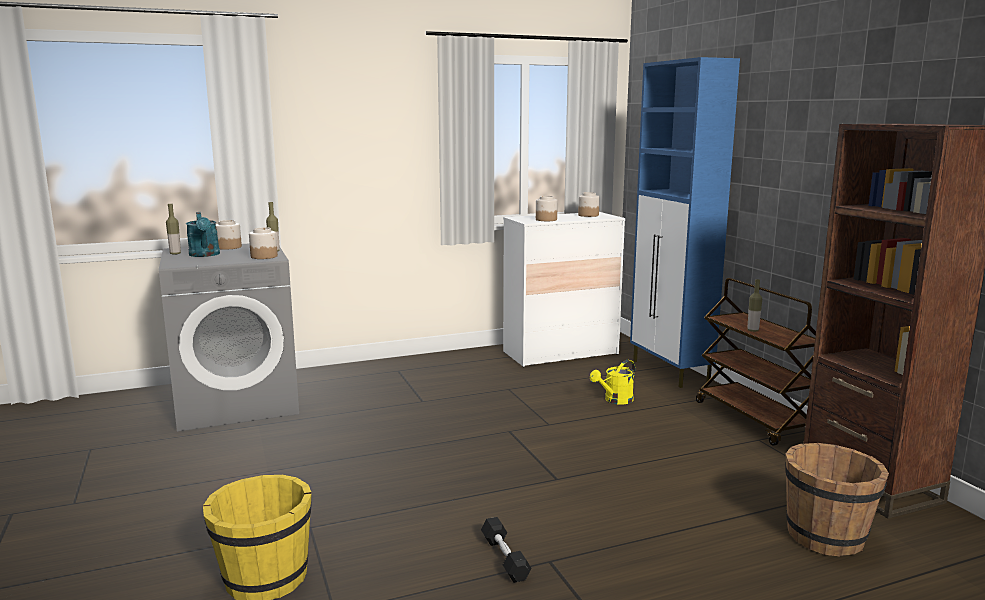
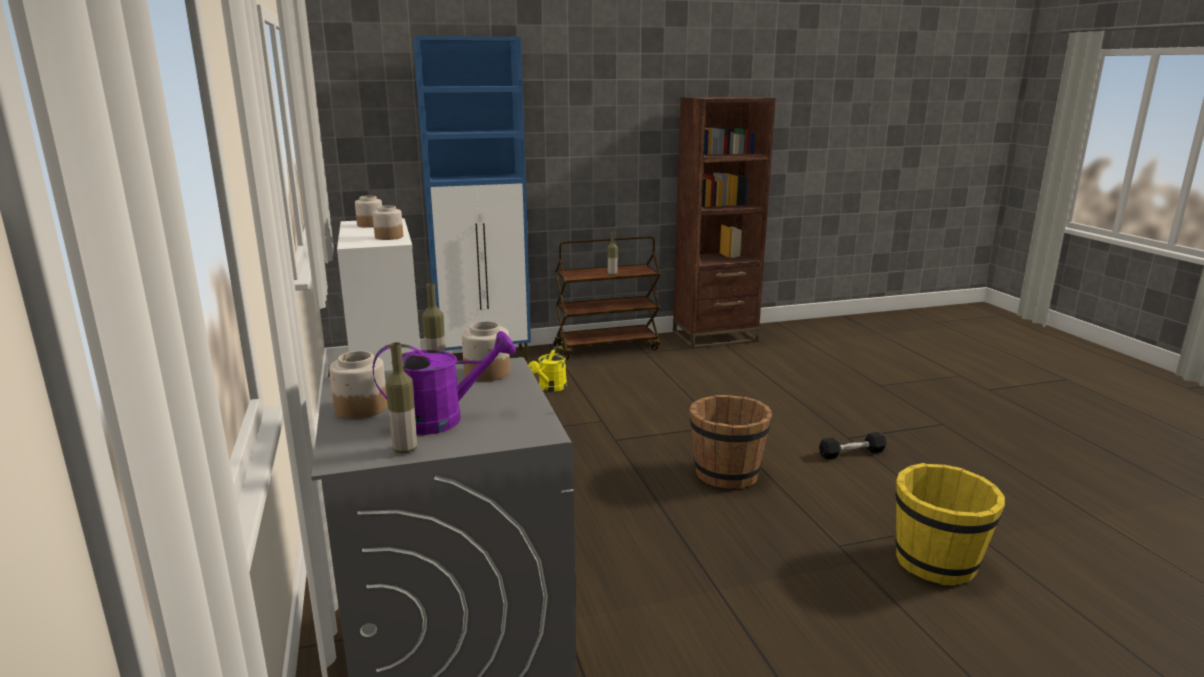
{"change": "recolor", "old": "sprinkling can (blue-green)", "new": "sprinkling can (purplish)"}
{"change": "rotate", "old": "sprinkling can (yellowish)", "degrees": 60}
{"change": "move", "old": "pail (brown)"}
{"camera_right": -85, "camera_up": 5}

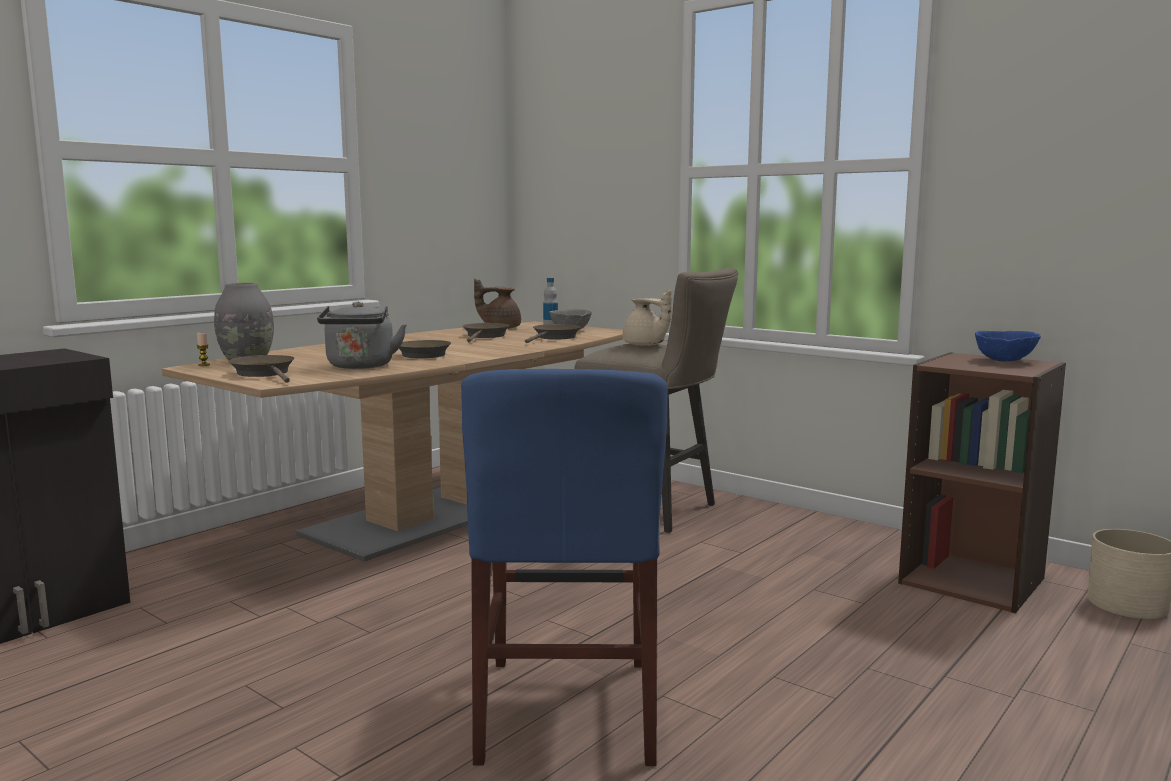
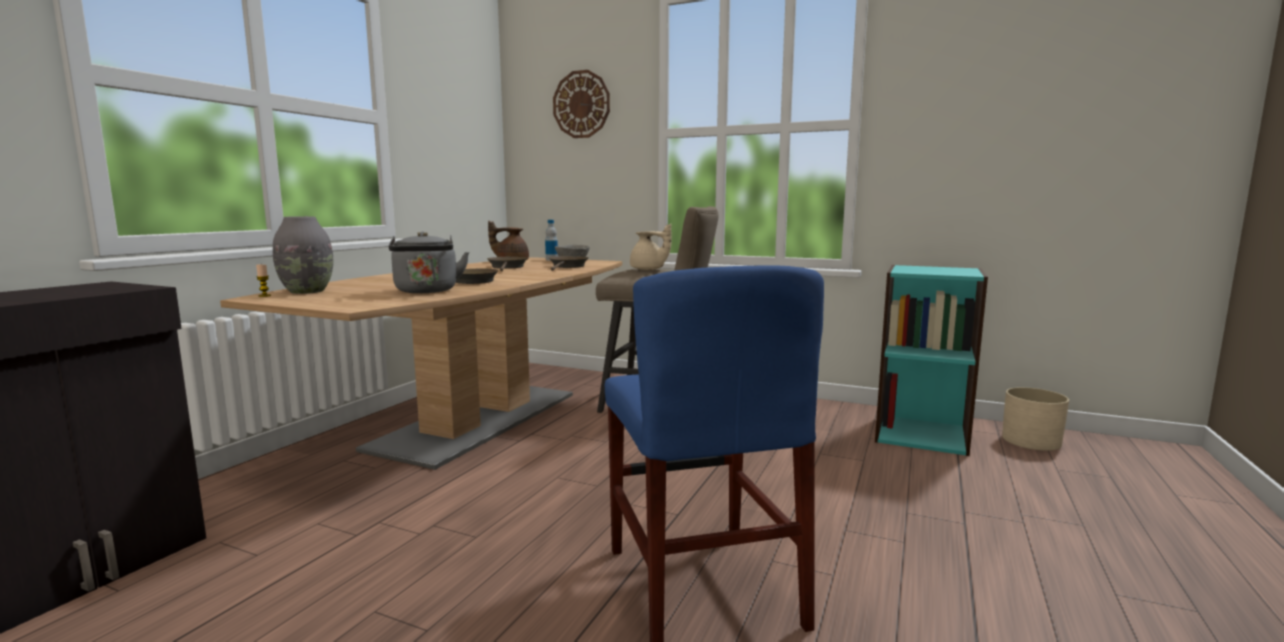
{"change": "delete", "old": "frying pan (brown) (1st from left)"}
{"change": "recolor", "old": "shelving unit (brown)", "new": "shelving unit (blue-green)"}
{"change": "delete", "old": "serving bowl (blue)"}
{"change": "insert", "new": "clock on the wall"}
{"camera_right": -15, "camera_up": 0}

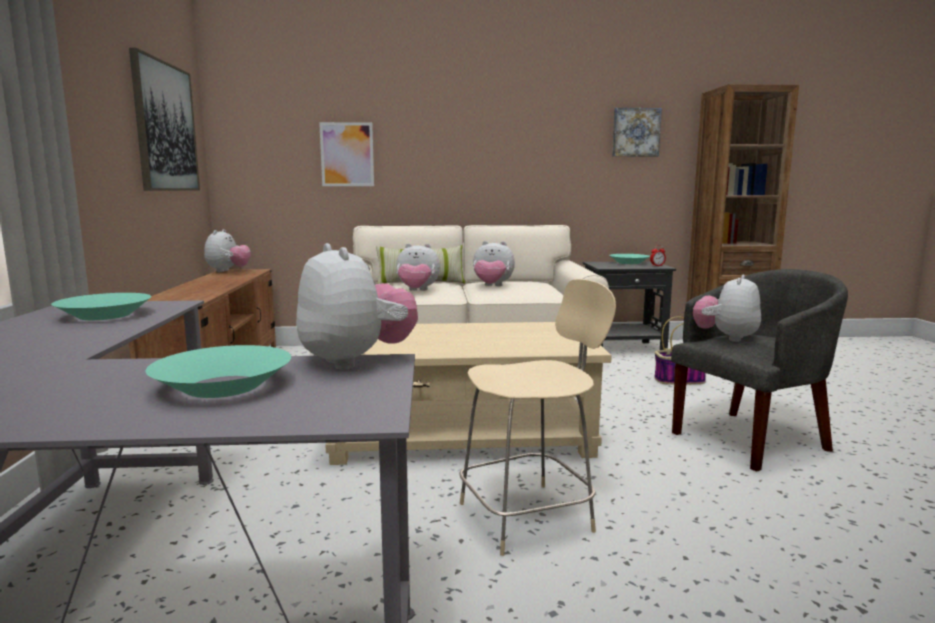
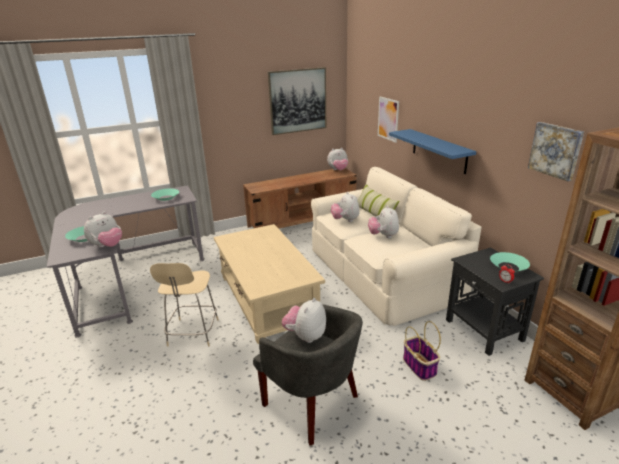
{"change": "rotate", "old": "upright chair (sand-coloured)", "degrees": 45}
{"change": "rotate", "old": "cuddly toy (5th from left in the first image)", "degrees": -75}
{"change": "insert", "new": "shelf (blue)"}
{"camera_right": 70, "camera_up": 15}

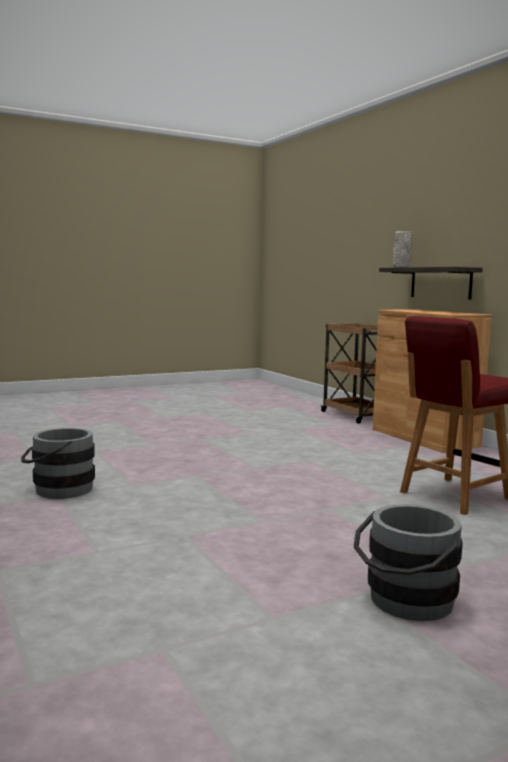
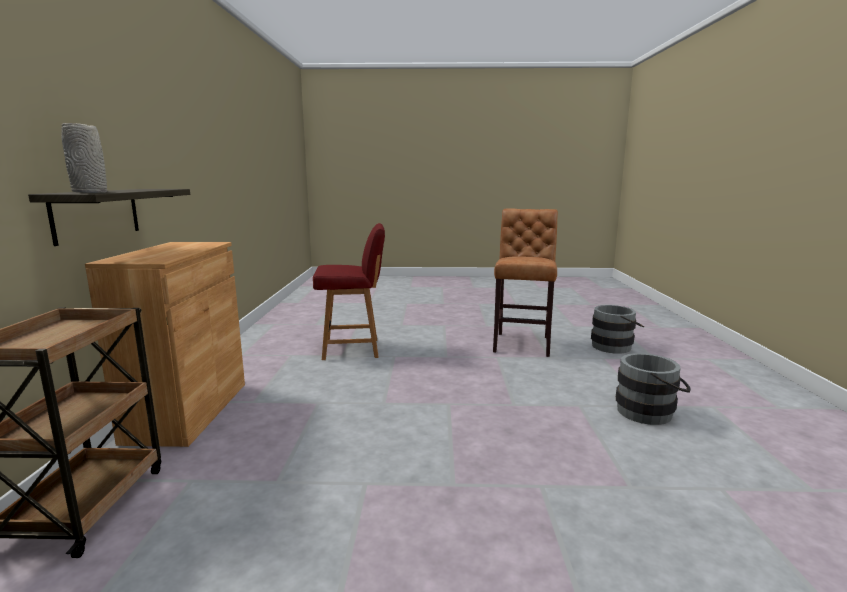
{"change": "move", "old": "pail (gray) (2nd from left in the first image)", "new": "pail (gray) (1st from left)"}
{"change": "insert", "new": "stool (brown)"}
{"camera_right": -150, "camera_up": 5}

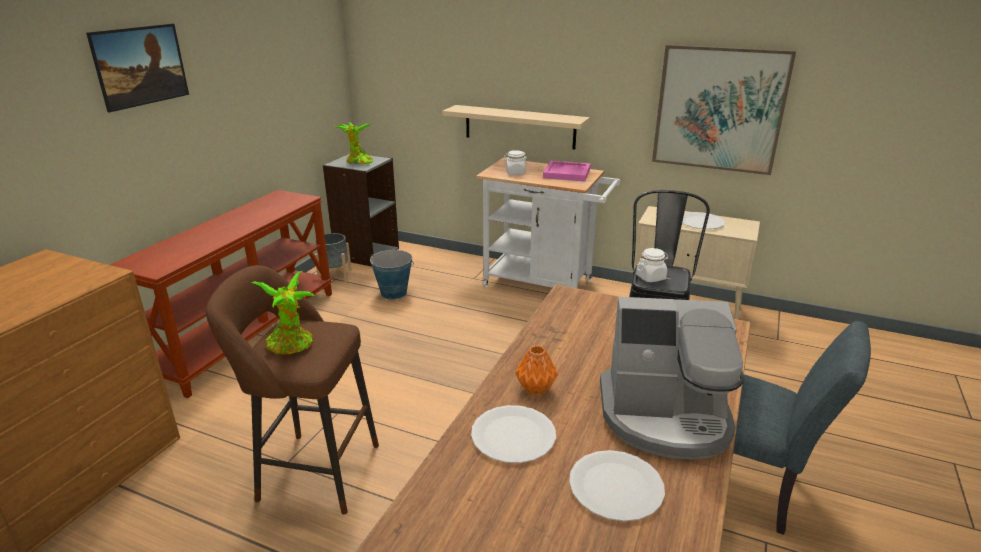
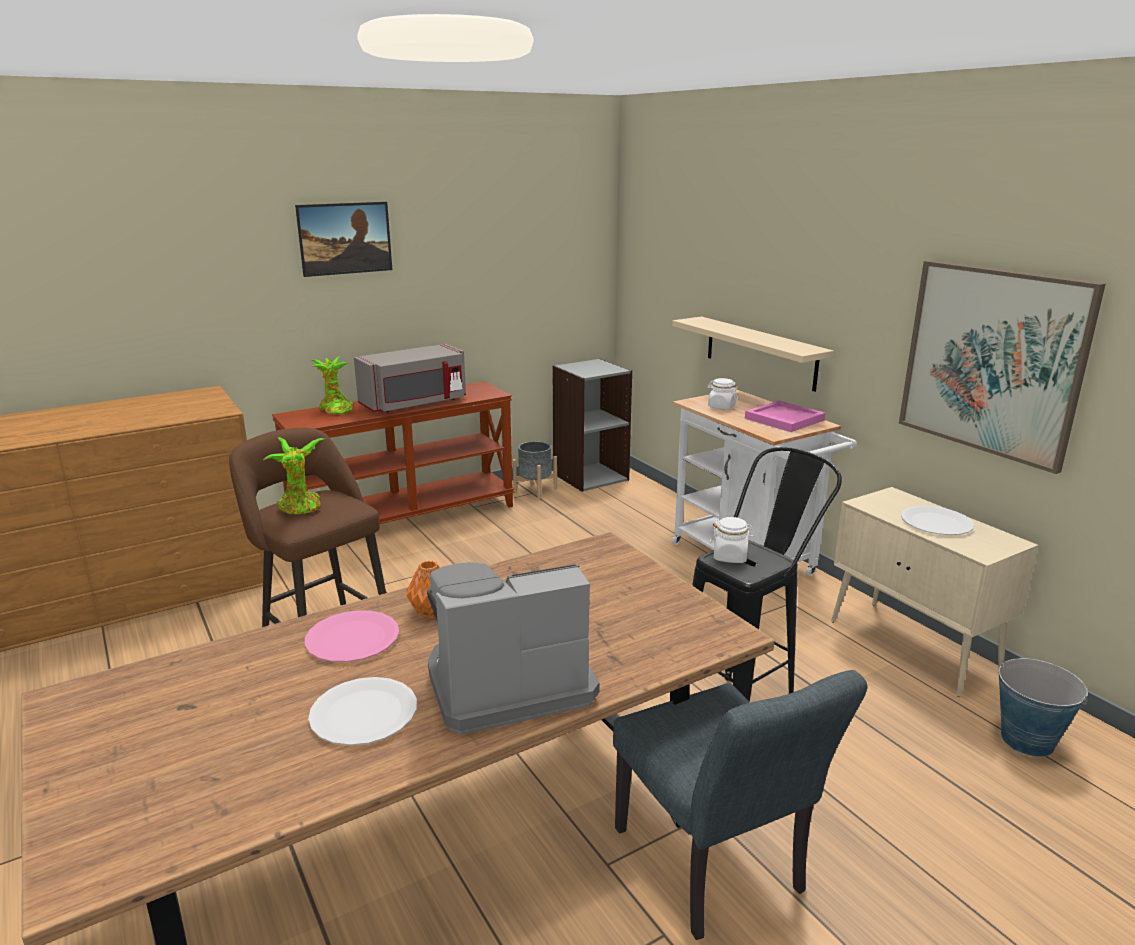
{"change": "move", "old": "plant in a pot (2nd from left)"}
{"change": "move", "old": "pail"}
{"change": "recolor", "old": "plate (whitish) (1st from left)", "new": "plate (pink-coloured)"}
{"change": "rotate", "old": "coffee machine", "degrees": 120}
{"change": "insert", "new": "microwave (gray)"}
{"camera_right": 35, "camera_up": -5}

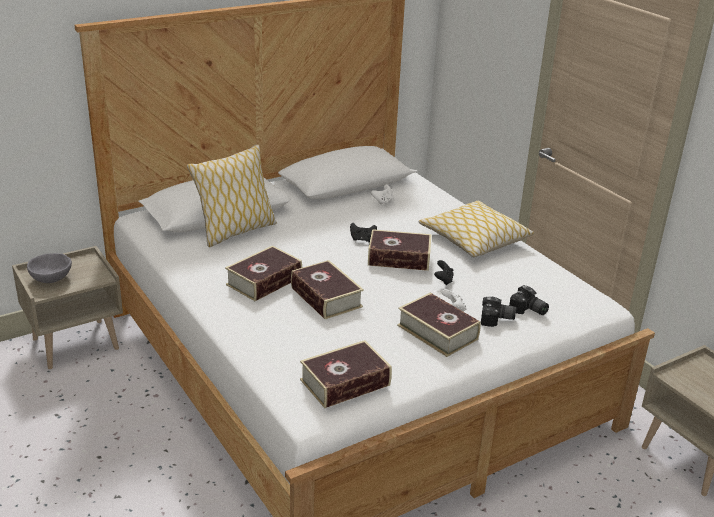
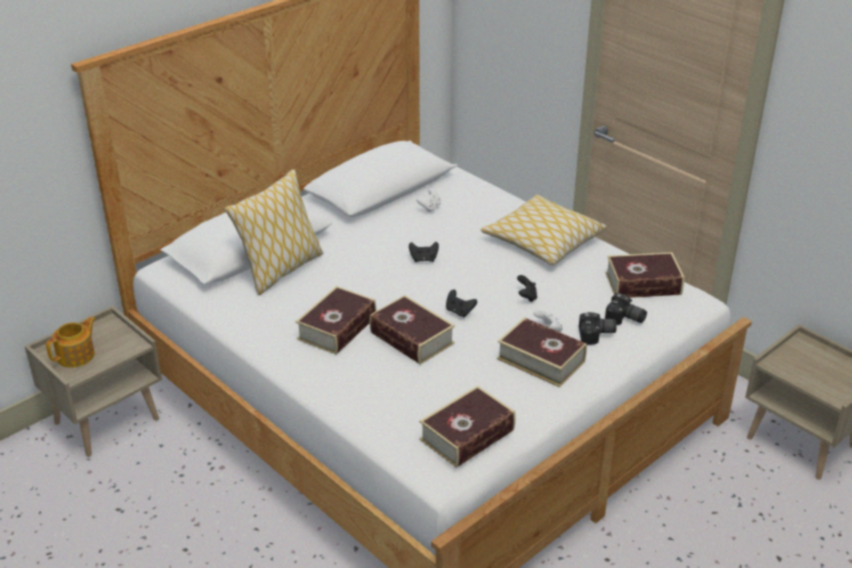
{"change": "replace", "old": "serving bowl (gray)", "new": "pot for tea"}
{"change": "move", "old": "book (4th from left in the first image)", "new": "book (5th from left)"}
{"change": "insert", "new": "gamepad (blackish) (2nd from left)"}
{"camera_right": -10, "camera_up": 5}

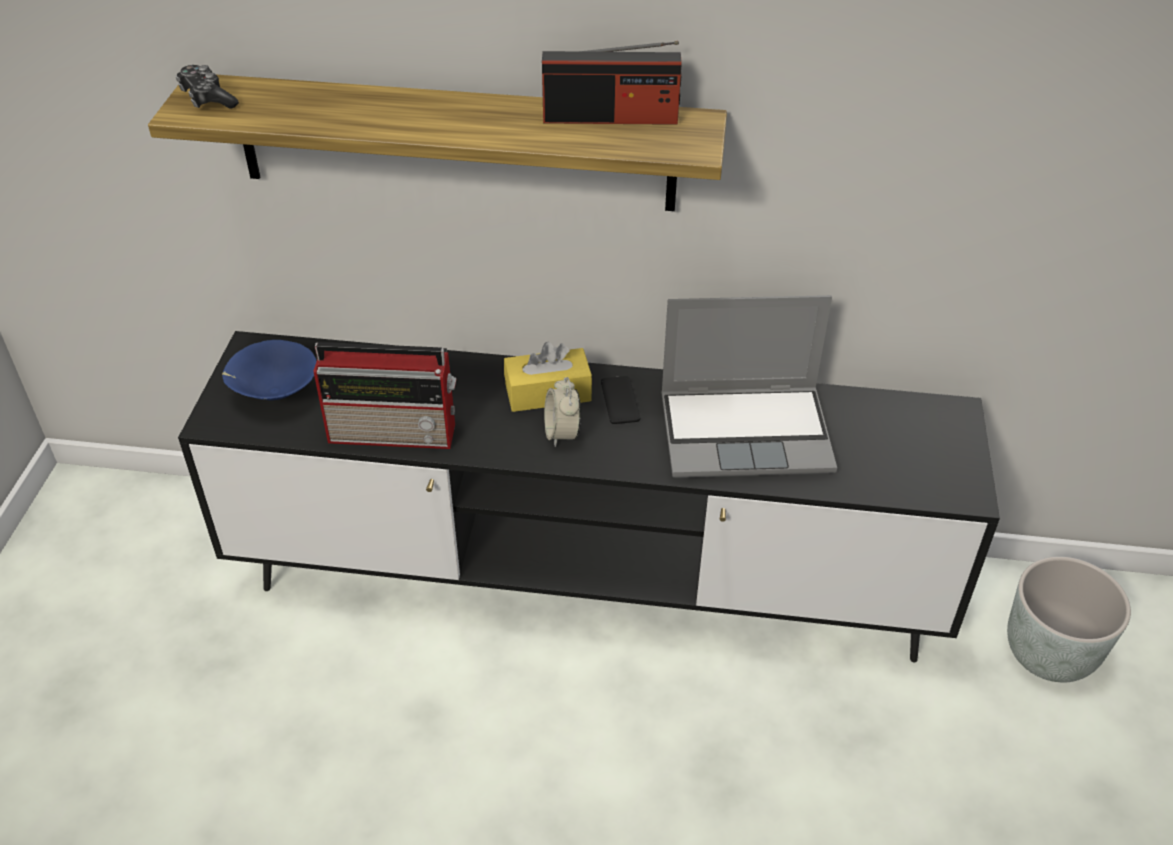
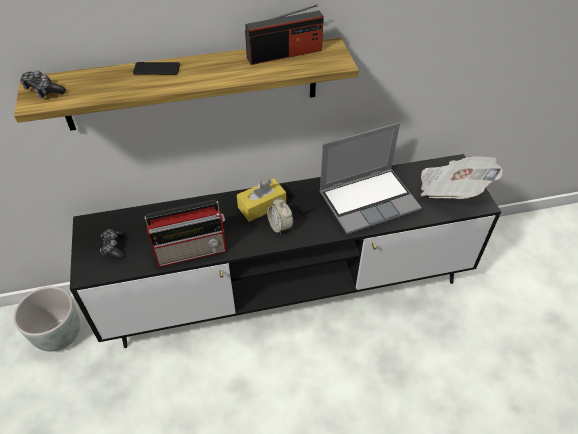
{"change": "replace", "old": "serving bowl (blue)", "new": "gamepad (2nd from left)"}
{"change": "move", "old": "planter (gray)"}
{"change": "insert", "new": "telephone (1st from left)"}
{"change": "insert", "new": "printed paper"}
{"camera_right": -20, "camera_up": 5}

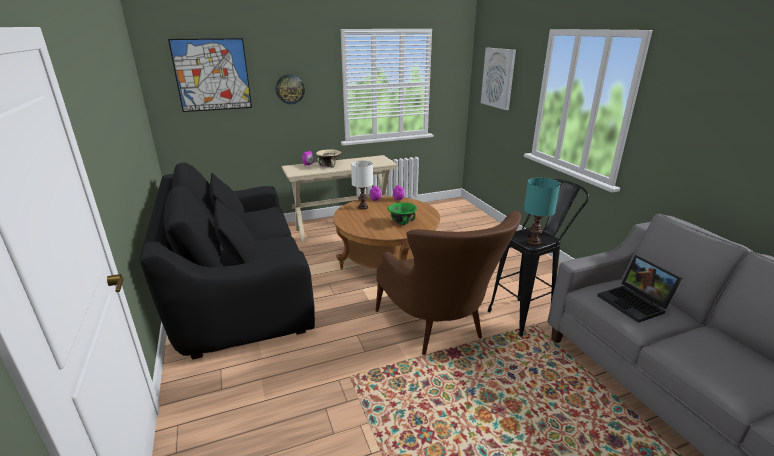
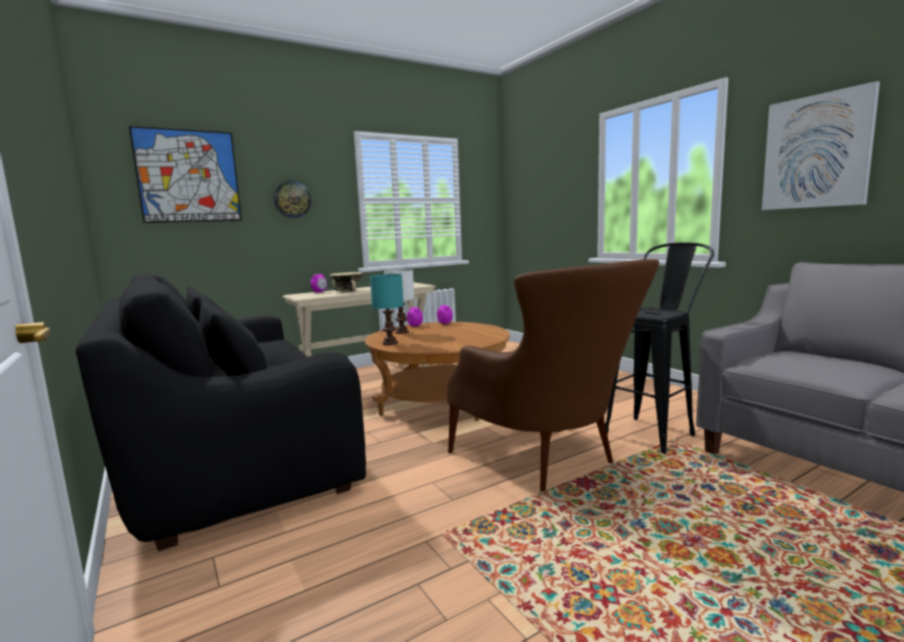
{"change": "delete", "old": "serving bowl (greenish)"}
{"change": "move", "old": "wall picture (2nd from left)"}
{"change": "move", "old": "lamp for a table (blue-green)"}
{"change": "delete", "old": "portable computer"}
{"camera_right": -10, "camera_up": -15}

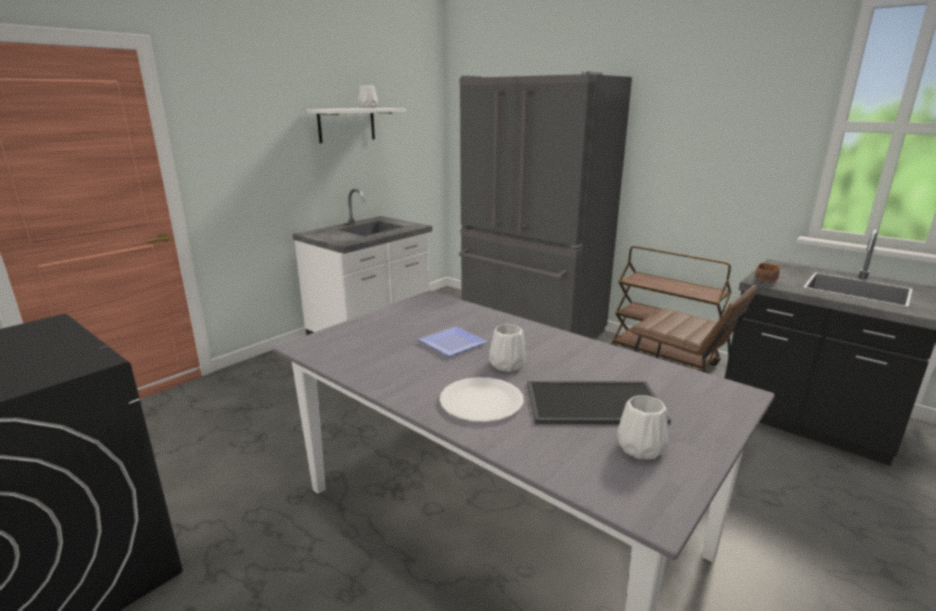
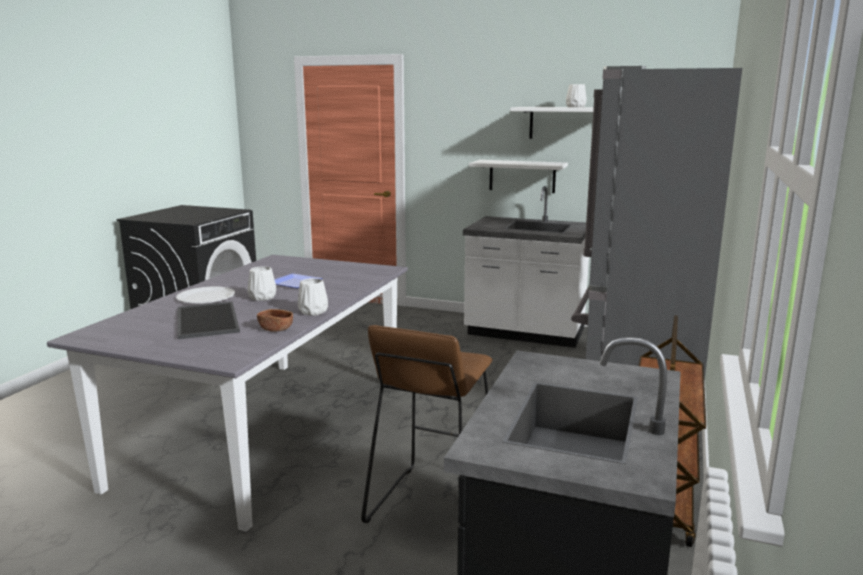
{"change": "move", "old": "flower vase (whitish) (3rd from left in the first image)", "new": "flower vase (whitish) (2nd from left)"}
{"change": "move", "old": "serving bowl (brown)"}
{"change": "insert", "new": "shelf (whitish) (1st from left)"}
{"camera_right": 70, "camera_up": -5}

